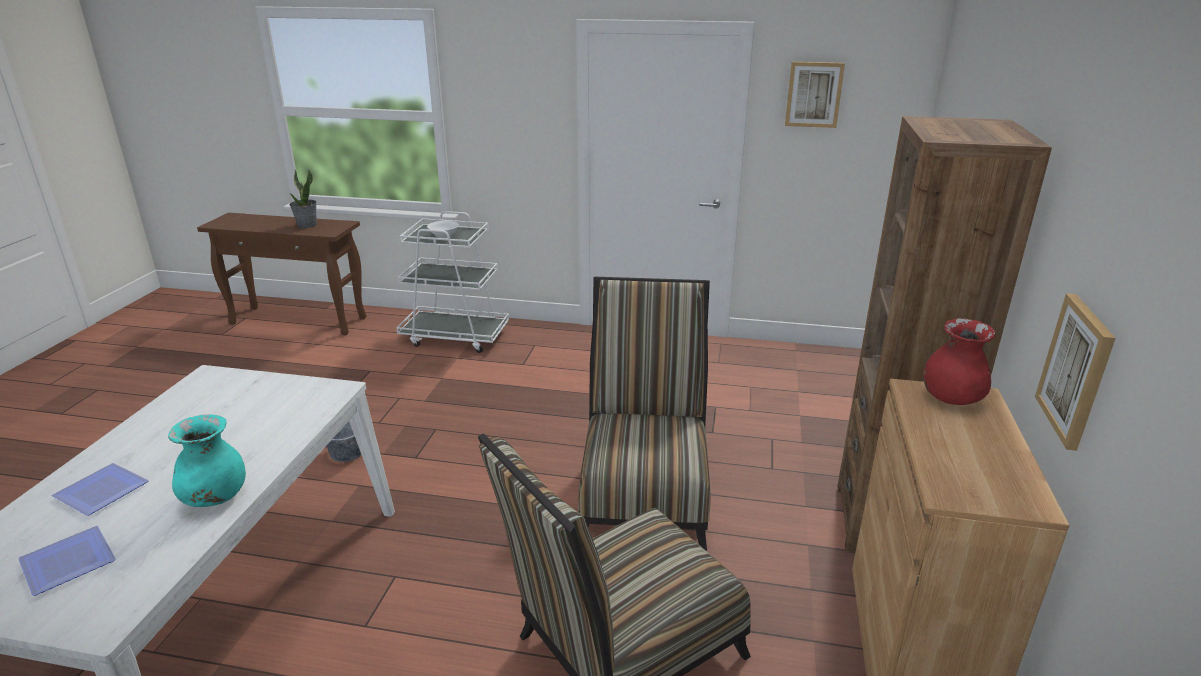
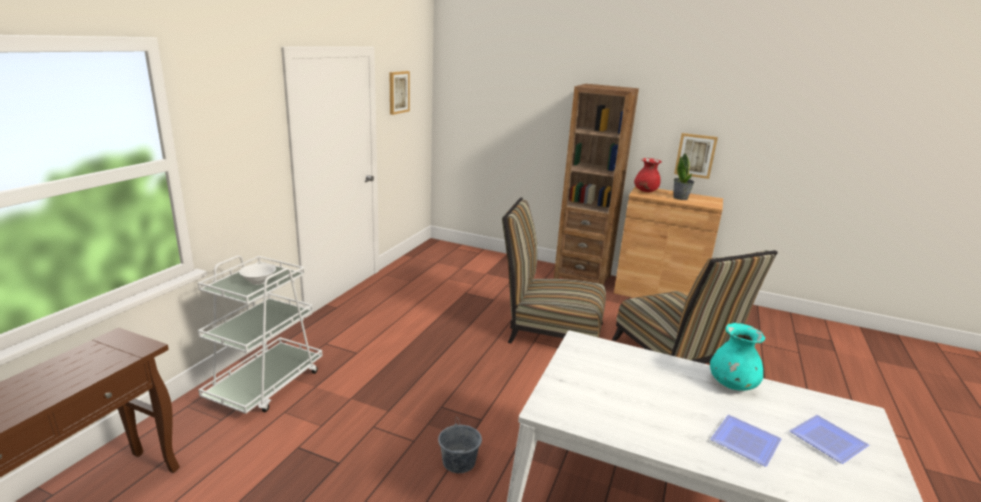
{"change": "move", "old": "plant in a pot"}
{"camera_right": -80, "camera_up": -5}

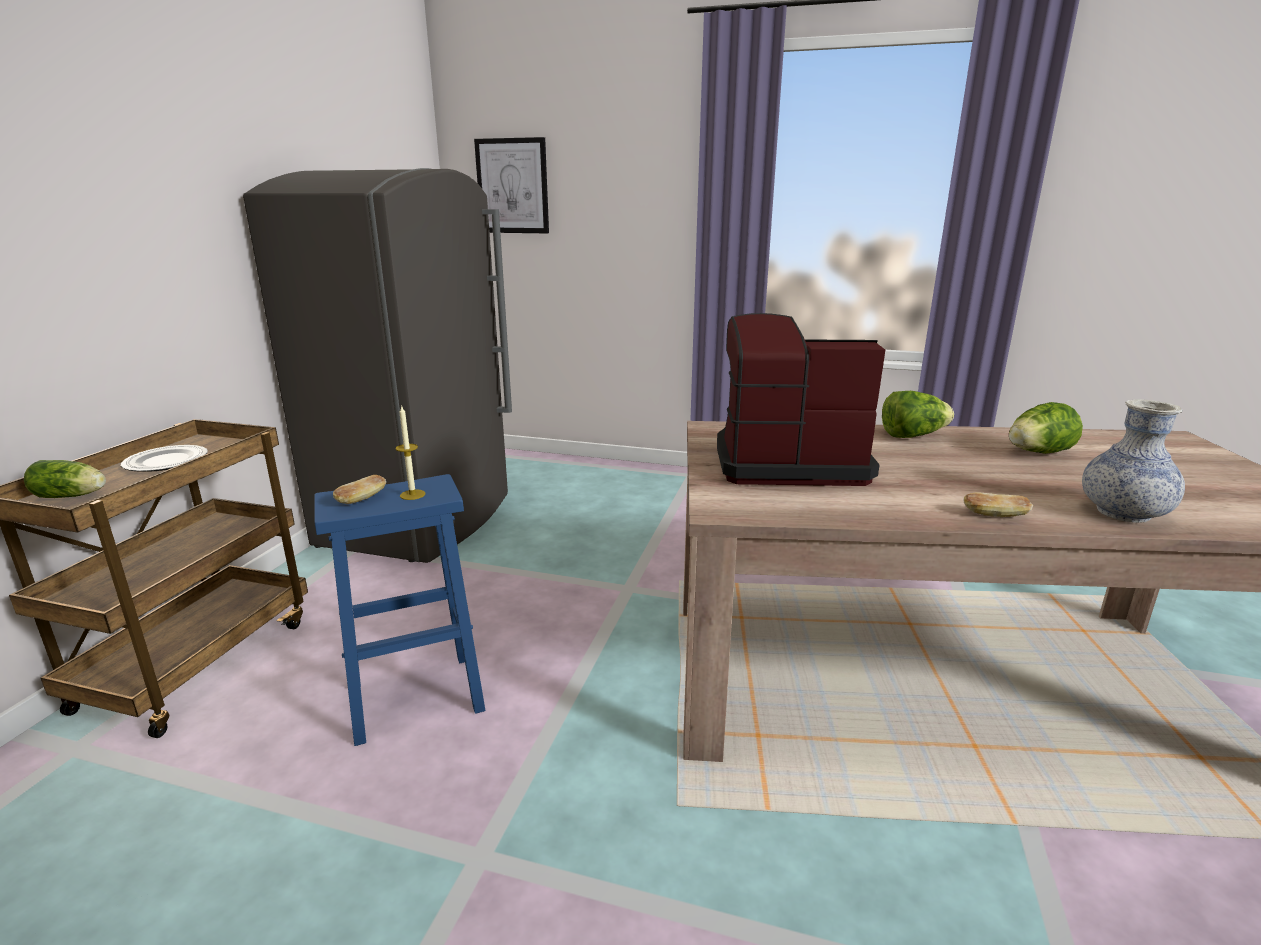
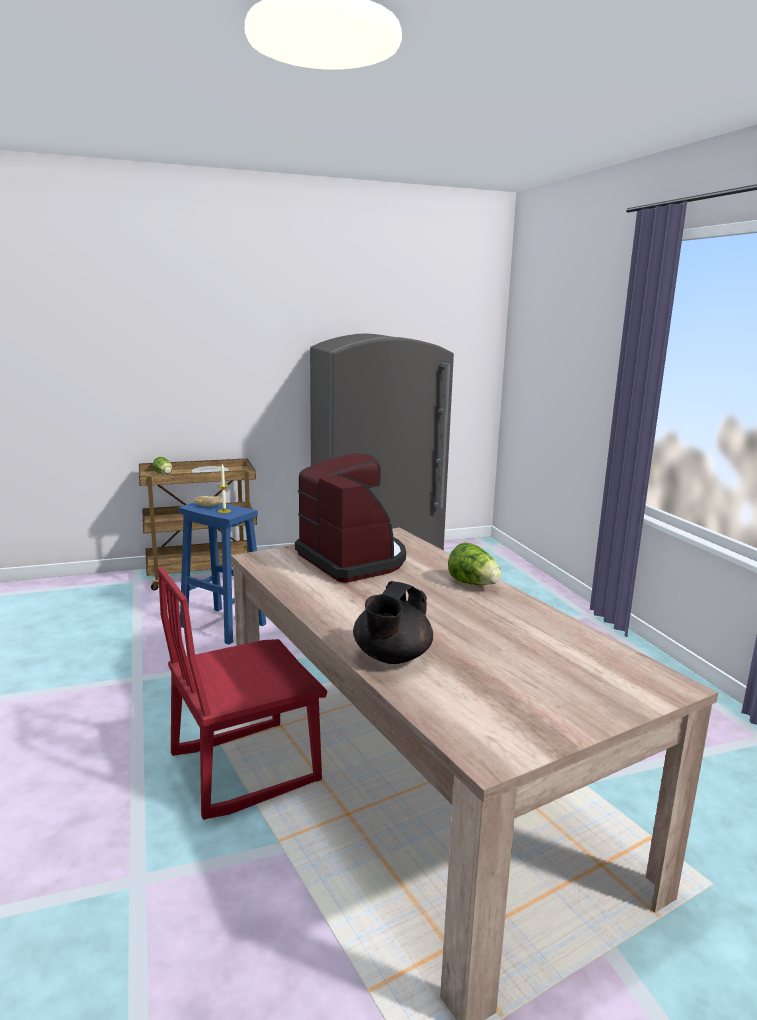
{"change": "delete", "old": "wall picture"}
{"change": "delete", "old": "baked bread (2nd from left)"}
{"change": "delete", "old": "lettuce head (3rd from left)"}
{"change": "replace", "old": "flower vase", "new": "pot for tea (blackish)"}
{"change": "insert", "new": "upright chair (red)"}
{"camera_right": 55, "camera_up": -5}

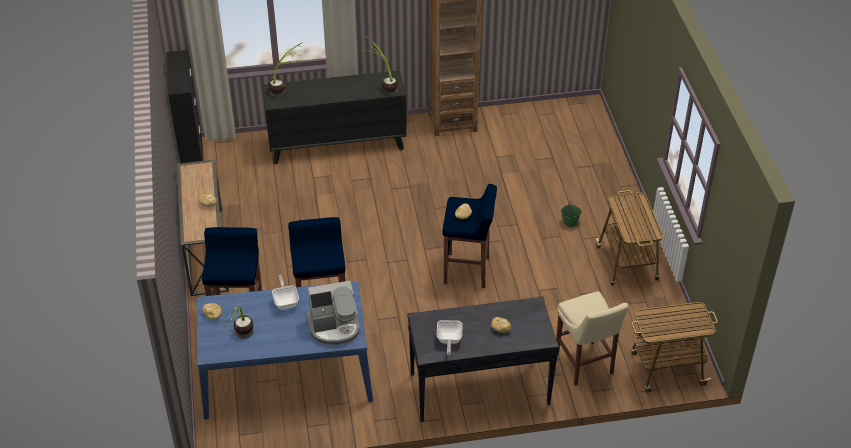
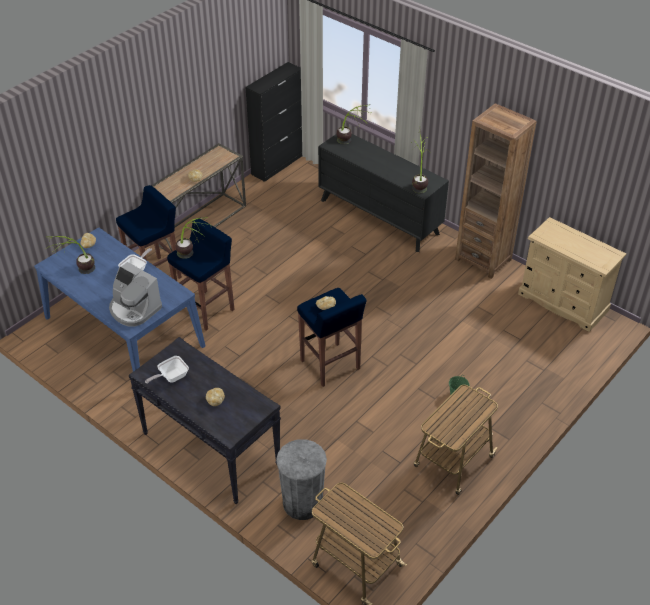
{"change": "replace", "old": "stool (sand-coloured)", "new": "waste bin (gray)"}
{"change": "insert", "new": "plant in a pot (2nd from left)"}
{"change": "insert", "new": "dresser (sand-coloured)"}
{"camera_right": 50, "camera_up": 0}

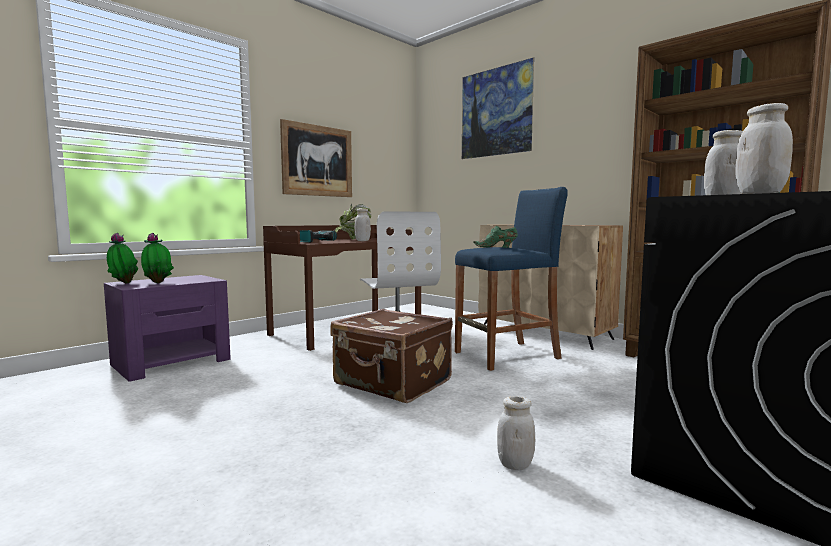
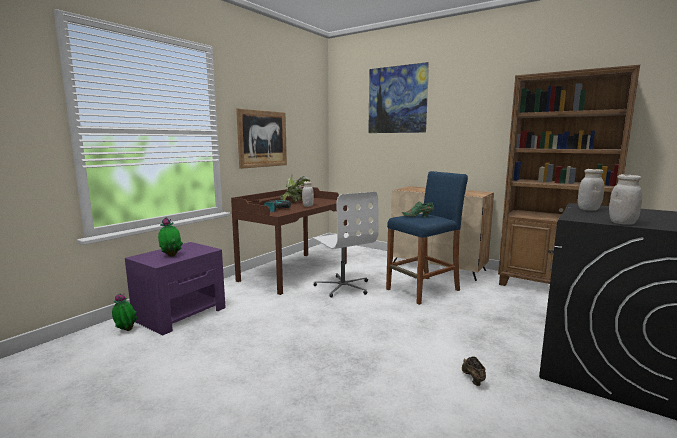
{"change": "move", "old": "plant in a pot (1st from left)"}
{"change": "delete", "old": "piece of luggage (brown)"}
{"change": "replace", "old": "jar (whitish) (2nd from left)", "new": "low shoe (brown)"}
{"camera_right": -10, "camera_up": 5}

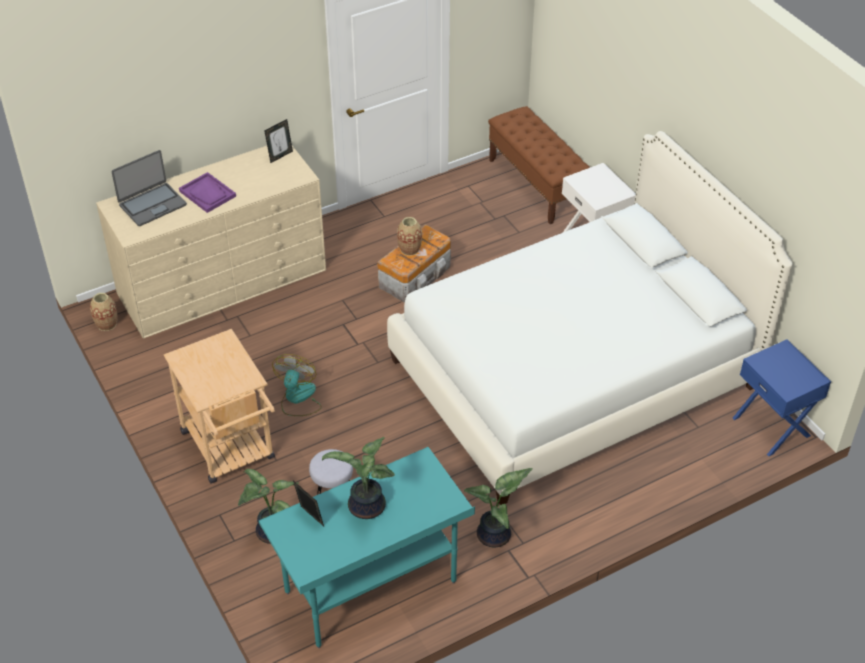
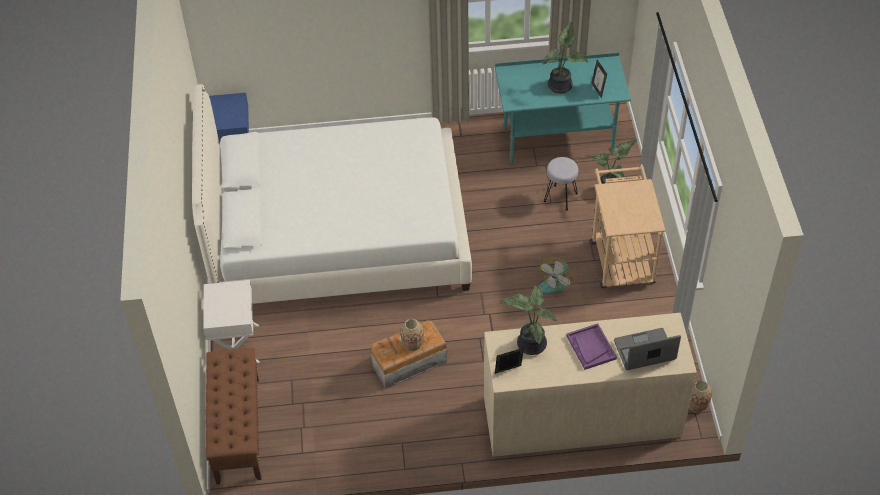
{"change": "move", "old": "plant in a pot (3rd from left in the first image)", "new": "plant in a pot (1st from left)"}
{"camera_right": -155, "camera_up": 5}

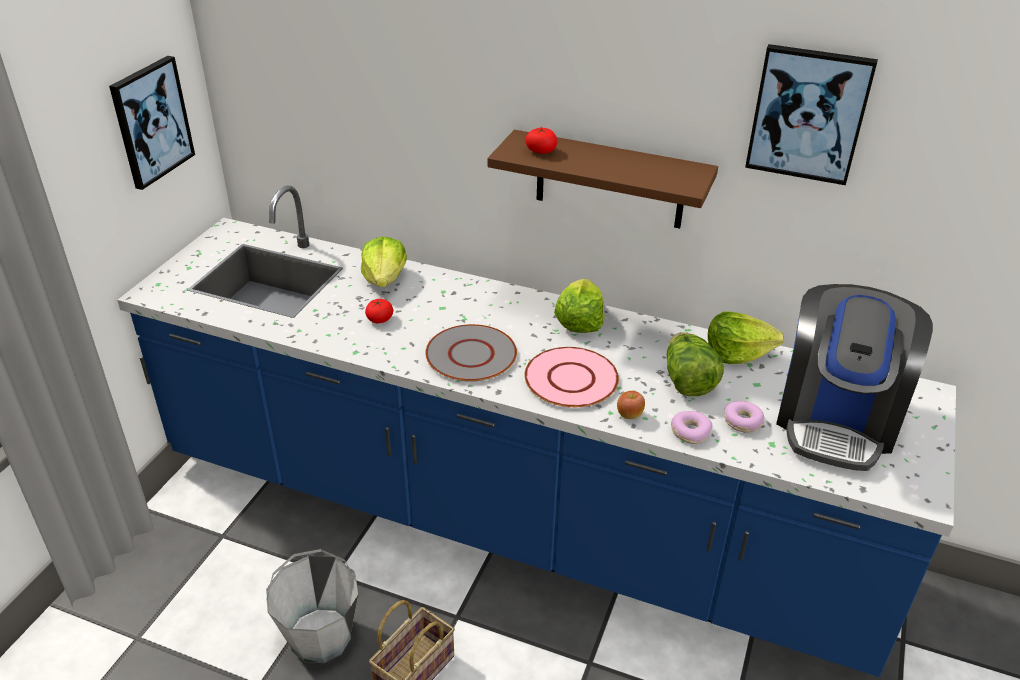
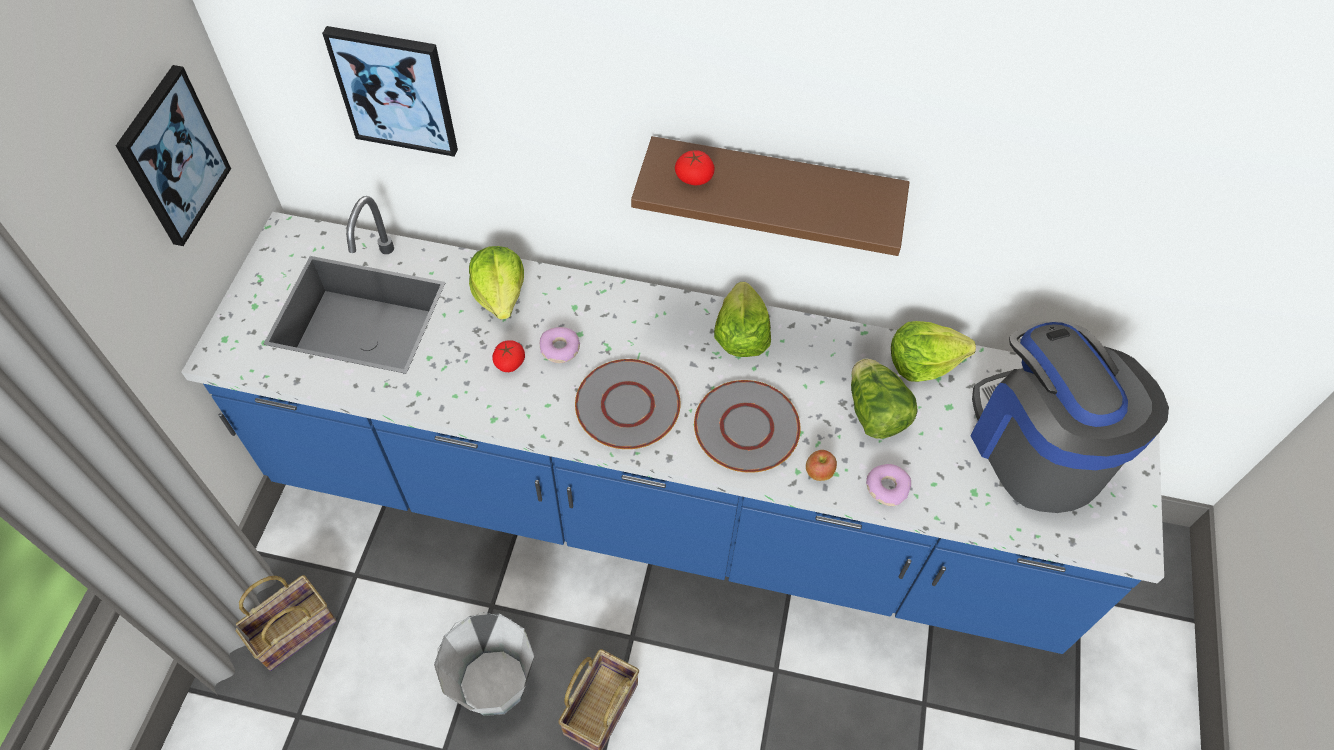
{"change": "recolor", "old": "plate (pink-coloured)", "new": "plate (gray) (2nd from left)"}
{"change": "move", "old": "ring doughnut (2nd from left in the first image)", "new": "ring doughnut (1st from left)"}
{"change": "move", "old": "wall picture (2nd from left)"}
{"change": "rotate", "old": "coffee machine", "degrees": 150}
{"change": "insert", "new": "basket (1st from left)"}
{"camera_right": -10, "camera_up": 20}

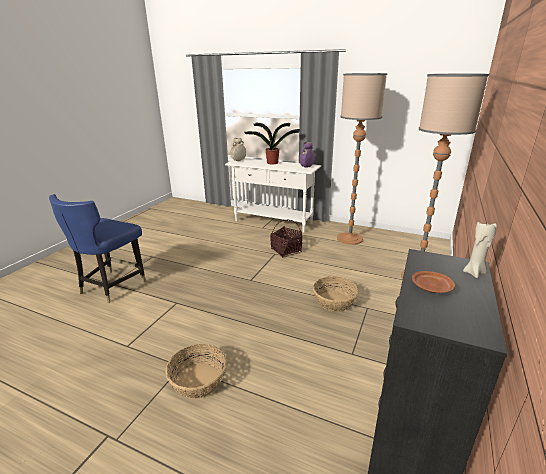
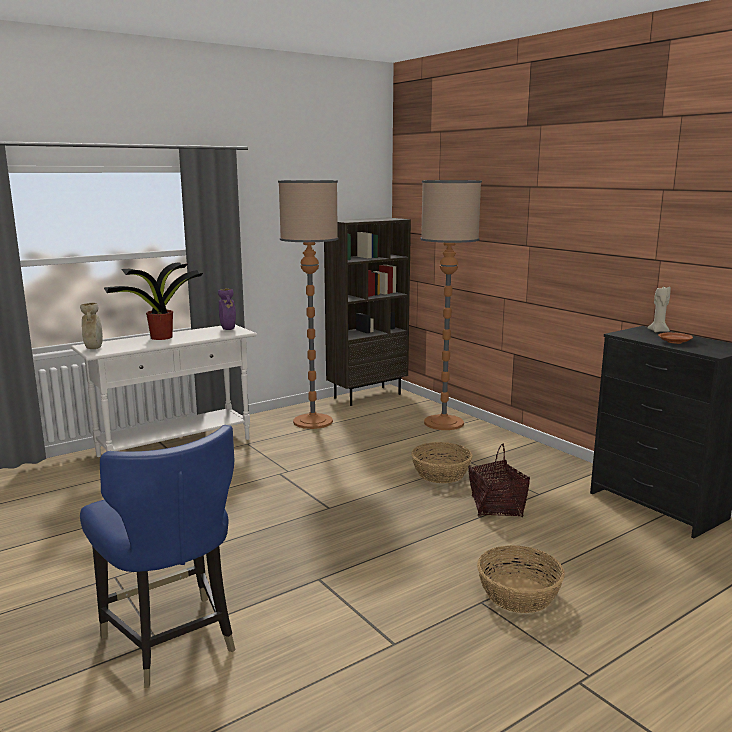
{"change": "move", "old": "basket (2nd from left)"}
{"change": "insert", "new": "shelving unit (brown)"}
{"camera_right": -60, "camera_up": -10}

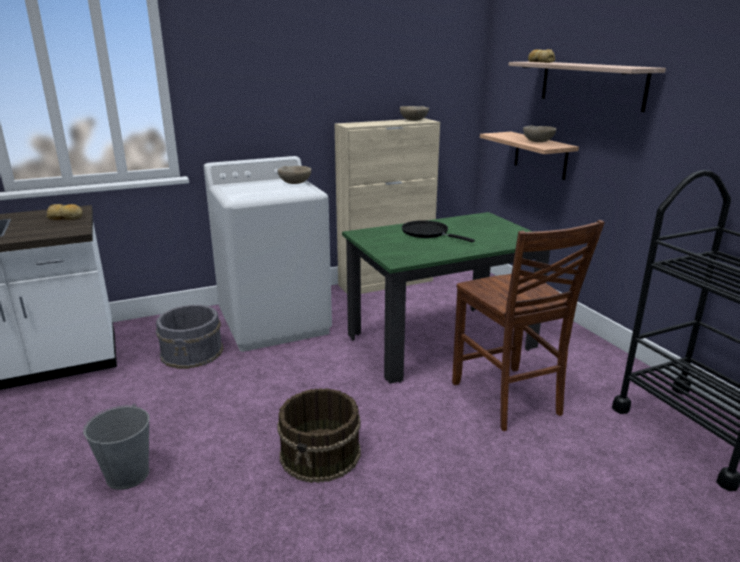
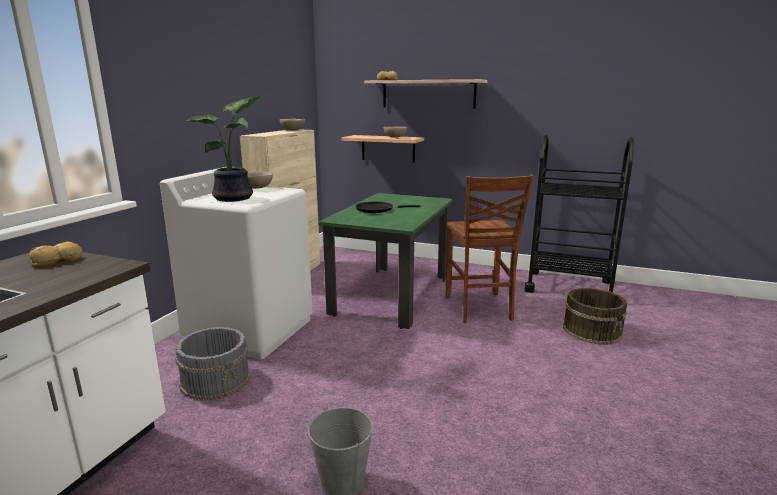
{"change": "move", "old": "pail (brown)"}
{"change": "rotate", "old": "upright chair (brown)", "degrees": 60}
{"change": "insert", "new": "plant in a pot"}
{"camera_right": -45, "camera_up": -5}

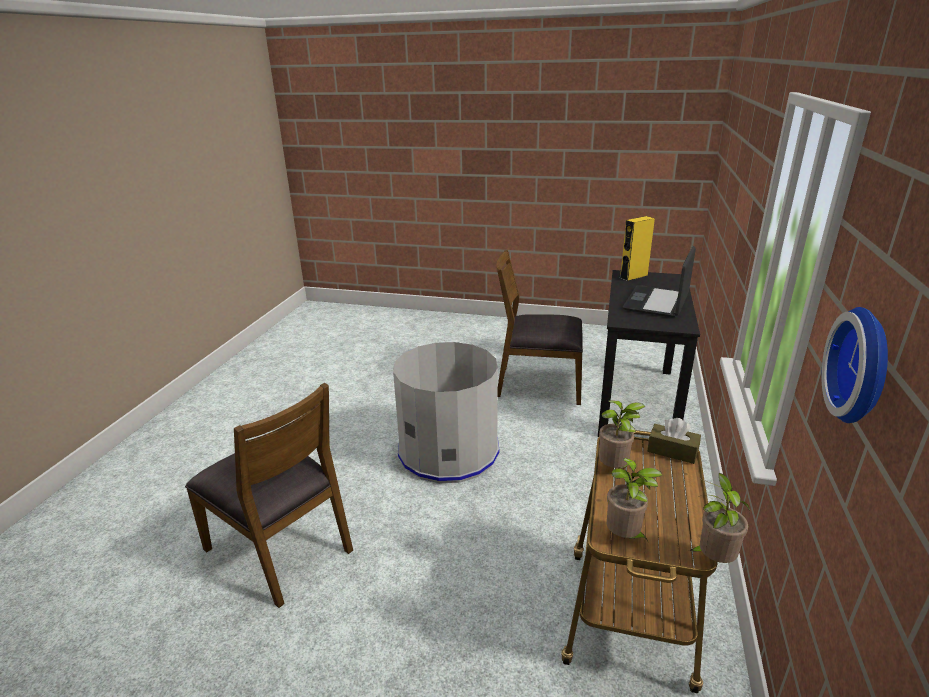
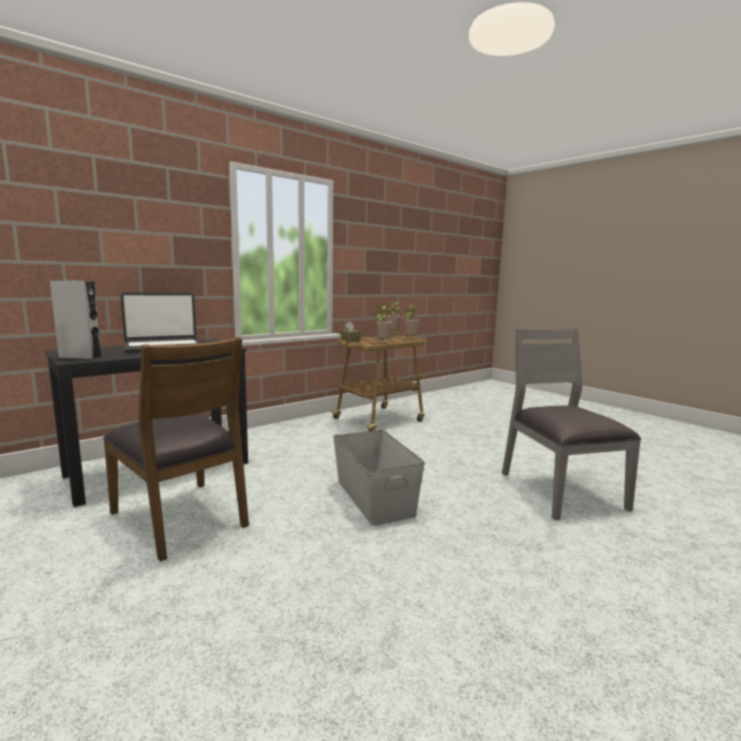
{"change": "recolor", "old": "upright chair (brown) (1st from left)", "new": "upright chair (gray)"}
{"change": "replace", "old": "waste bin (gray)", "new": "storage container (gray)"}
{"change": "recolor", "old": "loudspeaker (yellowish)", "new": "loudspeaker (gray)"}
{"change": "delete", "old": "clock on the wall"}
{"camera_right": -145, "camera_up": -15}

